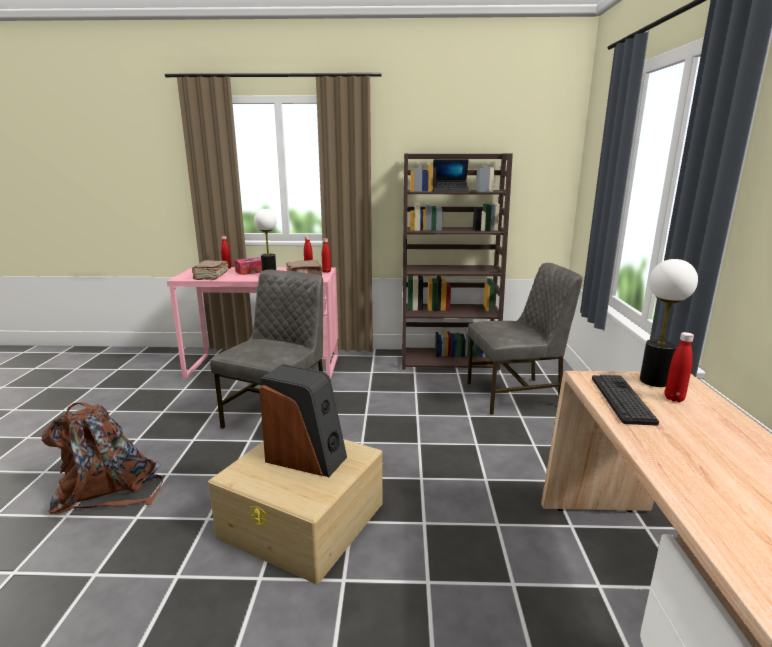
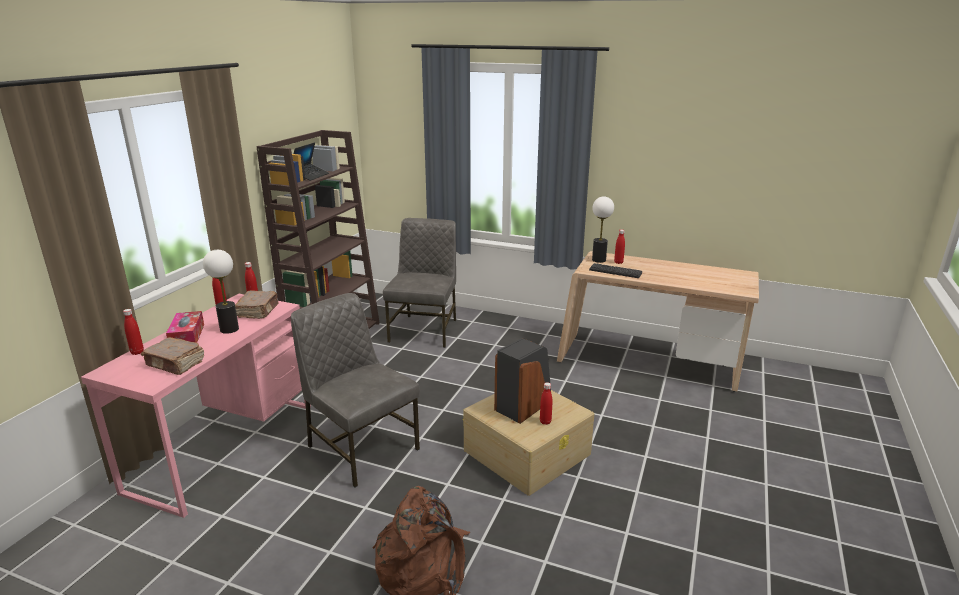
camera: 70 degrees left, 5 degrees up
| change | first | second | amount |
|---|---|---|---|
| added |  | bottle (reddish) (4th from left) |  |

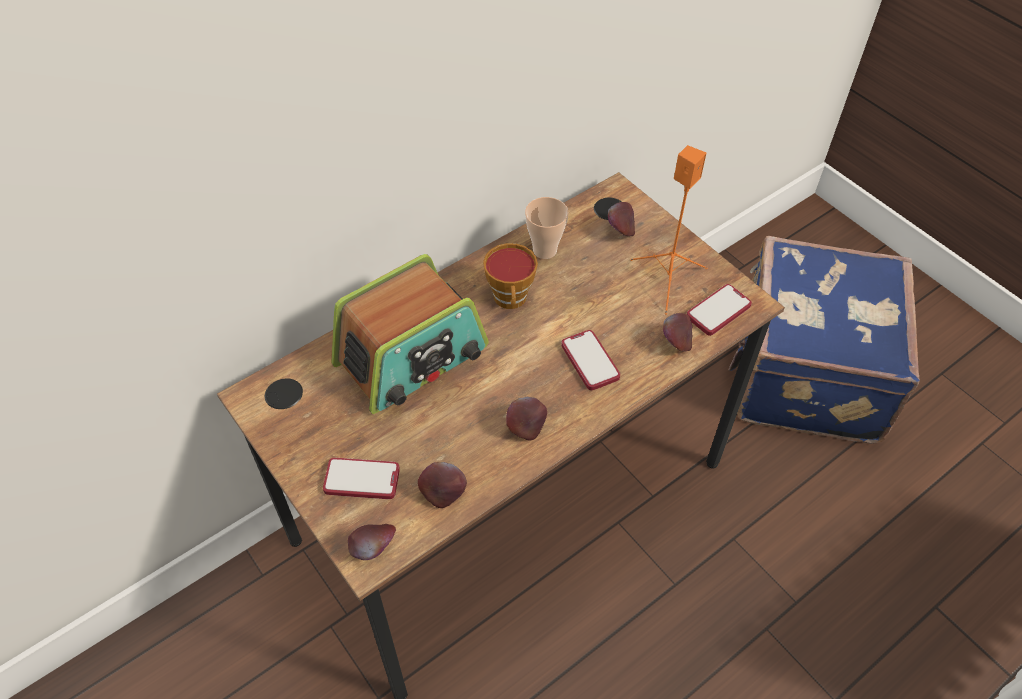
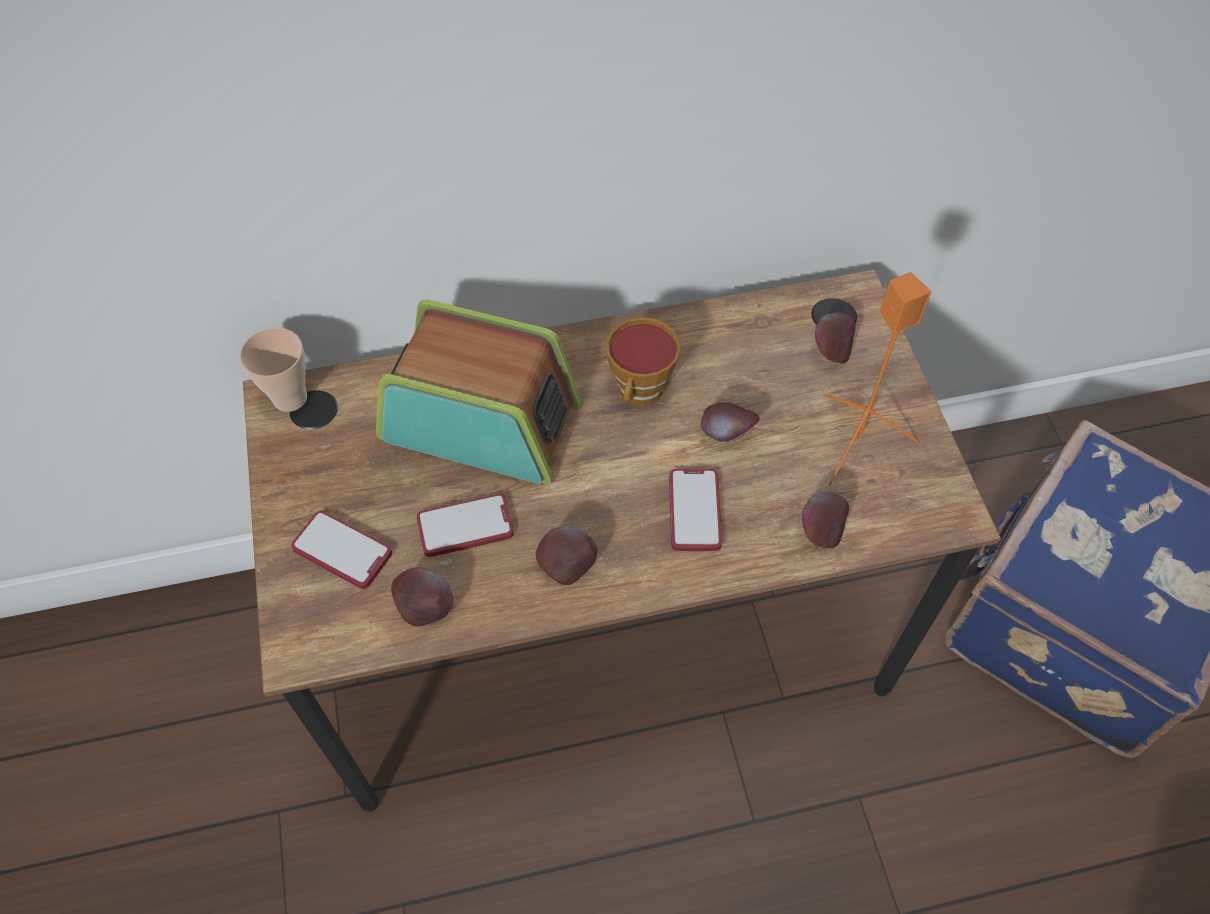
camera: 25 degrees right, 5 degrees up
| change | first | second | amount |
|---|---|---|---|
| moved | small cup (2nd from left in the first image) | small cup (1st from left) |  |
| turned | radio set |  | 150 degrees counterclockwise |
| moved | phone (3rd from left in the first image) | phone (2nd from left) |  |
| moved | apple fruit (1st from left in the first image) | apple fruit (3rd from left) |  |

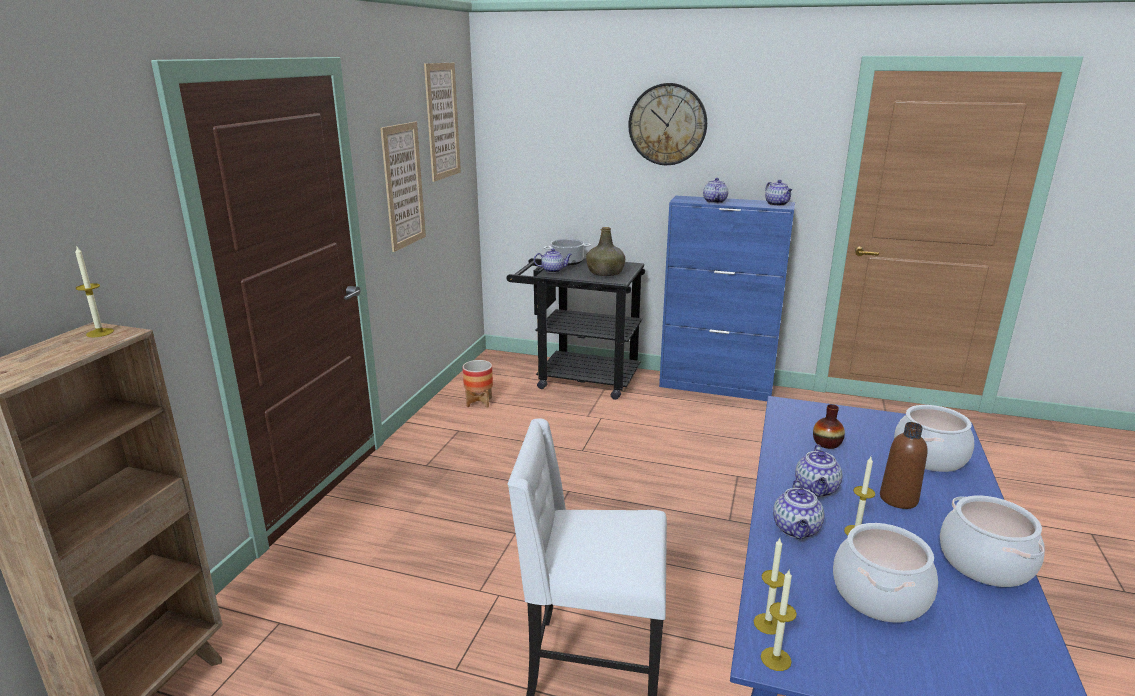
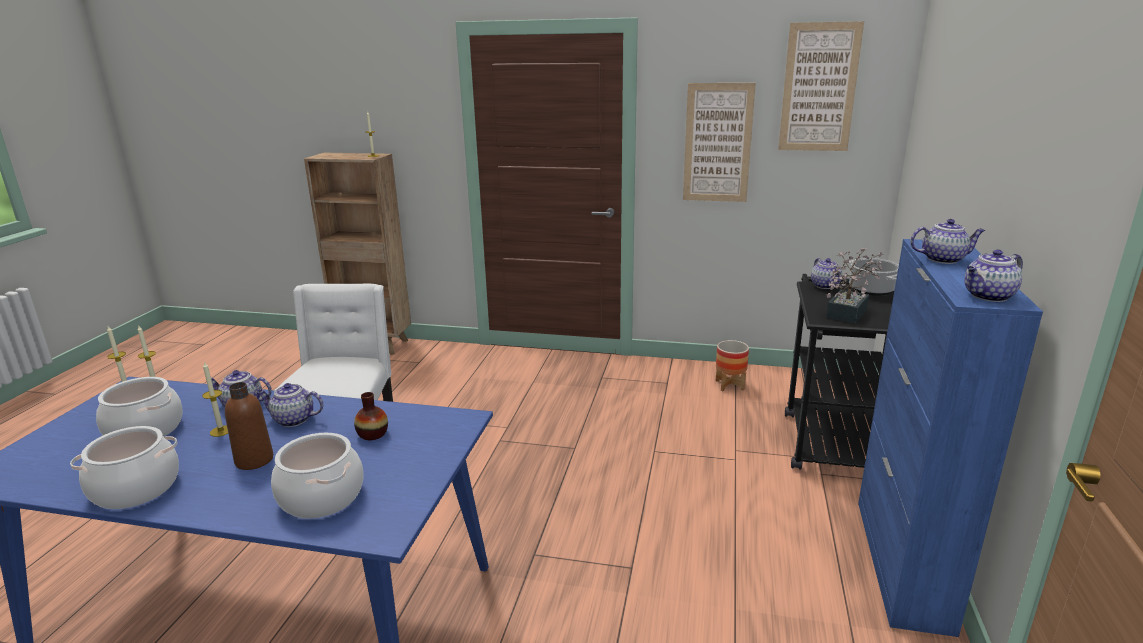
camera: 85 degrees right, 0 degrees up
| change | first | second | amount |
|---|---|---|---|
| replaced | bottle (greenish) | potted plant |  |
| removed | wall clock |  |  |

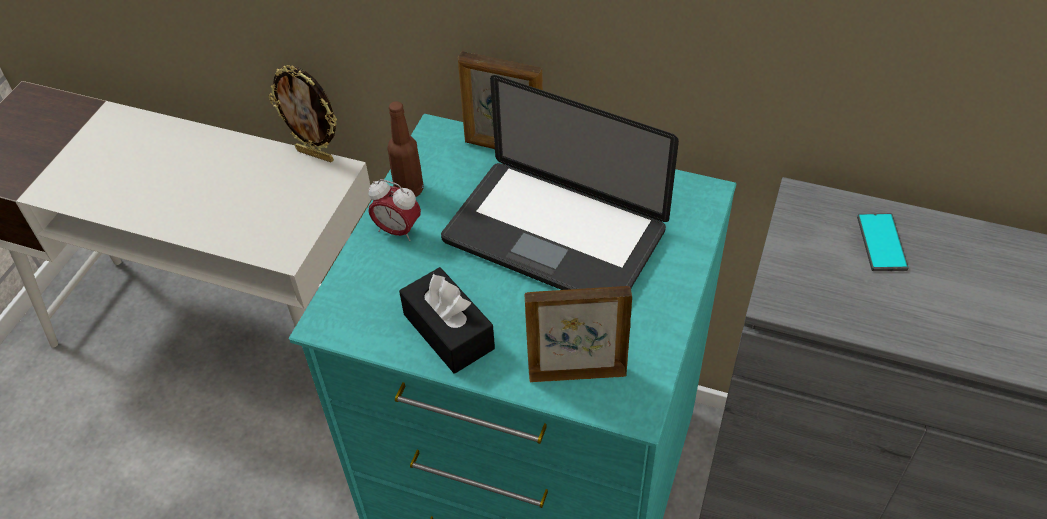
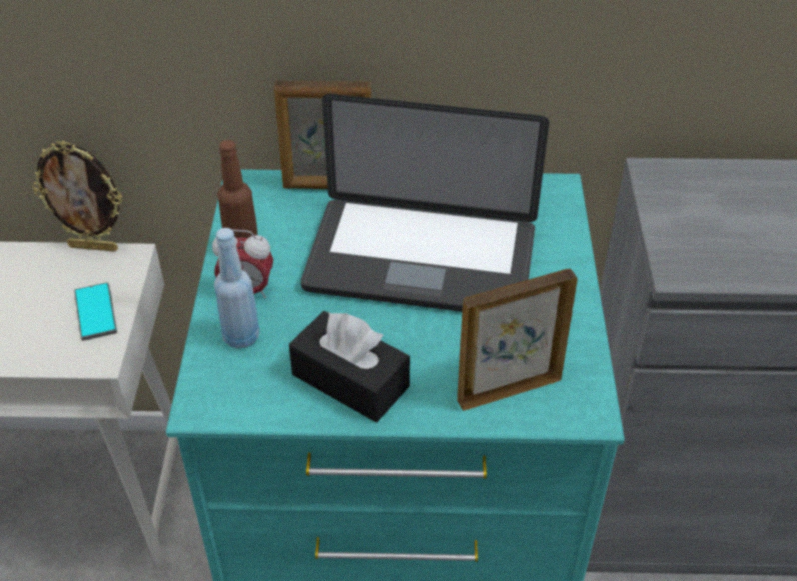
camera: 20 degrees left, 5 degrees down
| change | first | second | amount |
|---|---|---|---|
| moved | phone |  |  |
| added |  | bottle (blue) |  |

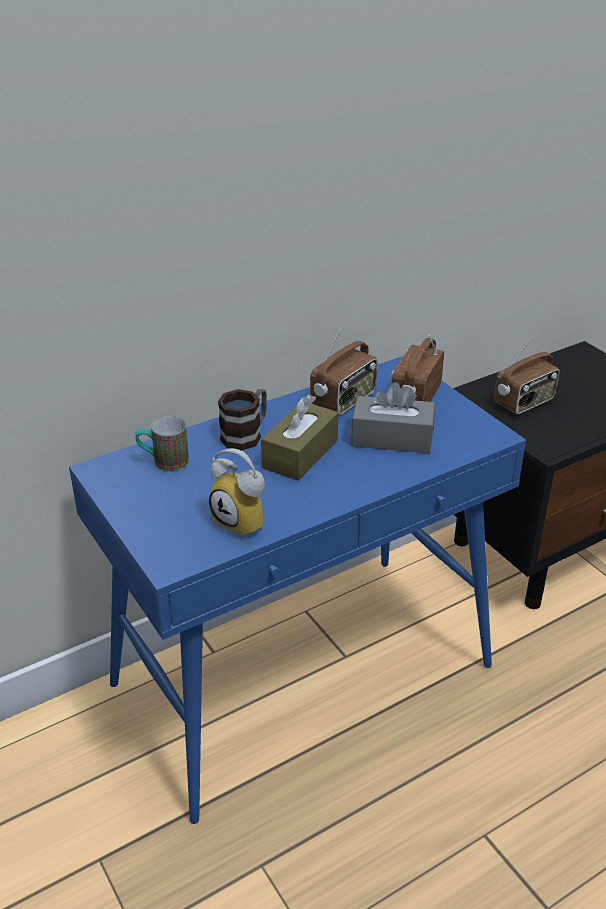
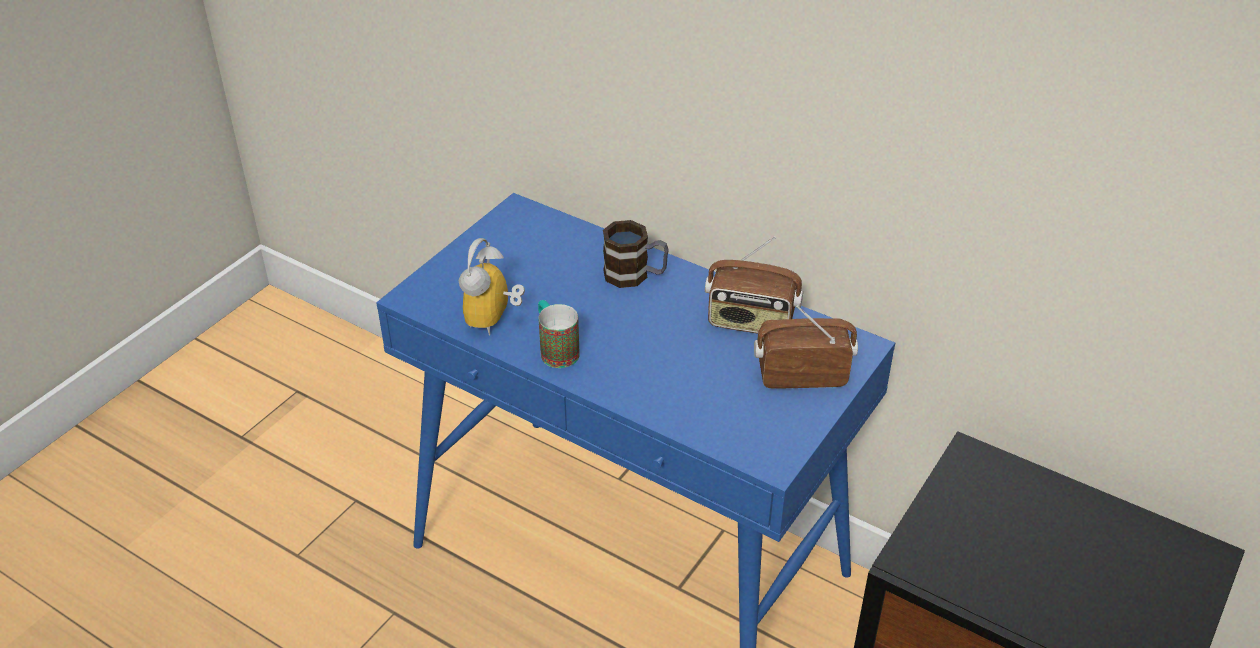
camera: 65 degrees right, 5 degrees up
| change | first | second | amount |
|---|---|---|---|
| moved | mug (1st from left) |  |  |
| removed | tissue box (brown-coloured) |  |  |
| removed | tissue box (greyish) |  |  |
| removed | radio set (3rd from left) |  |  |

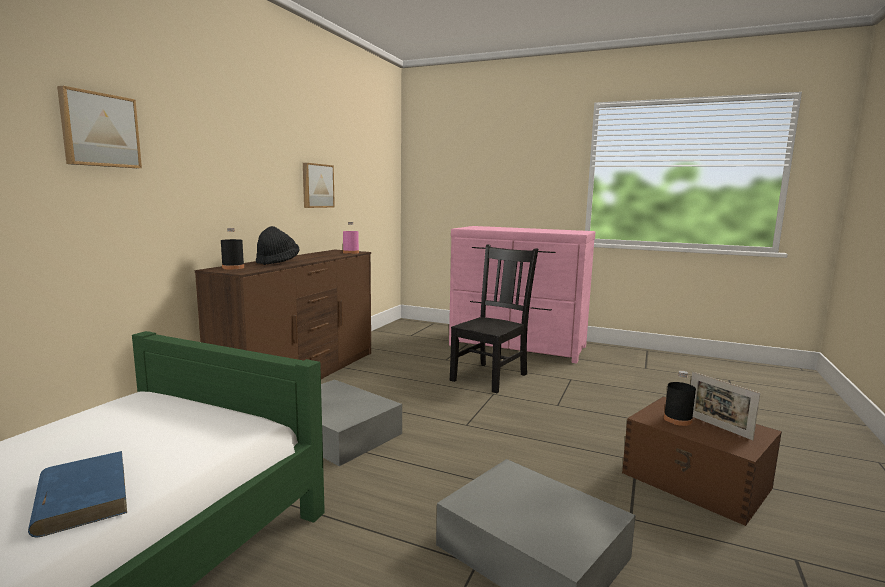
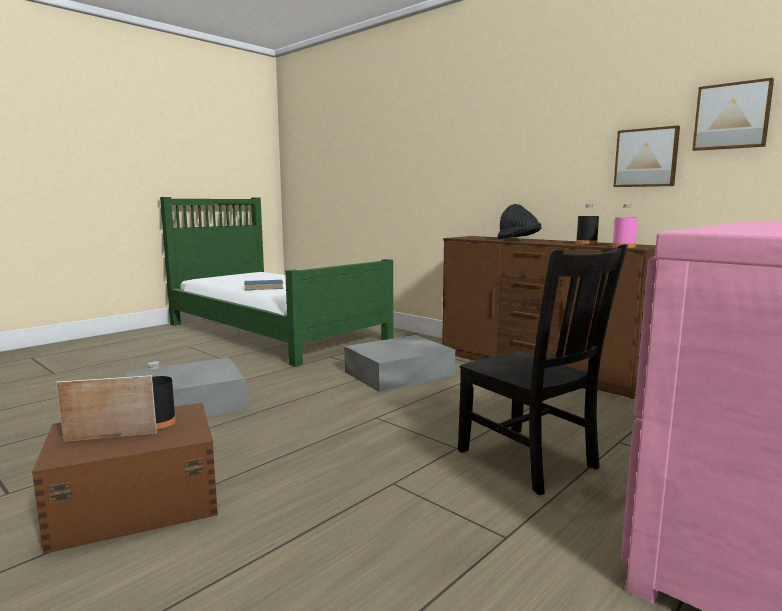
camera: 110 degrees right, 0 degrees up
| change | first | second | amount |
|---|---|---|---|
| moved | bottle (blackish) (1st from left in the first image) | bottle (blackish) (2nd from left) |  |
| moved | picture (1st from left in the first image) | picture (2nd from left) |  |

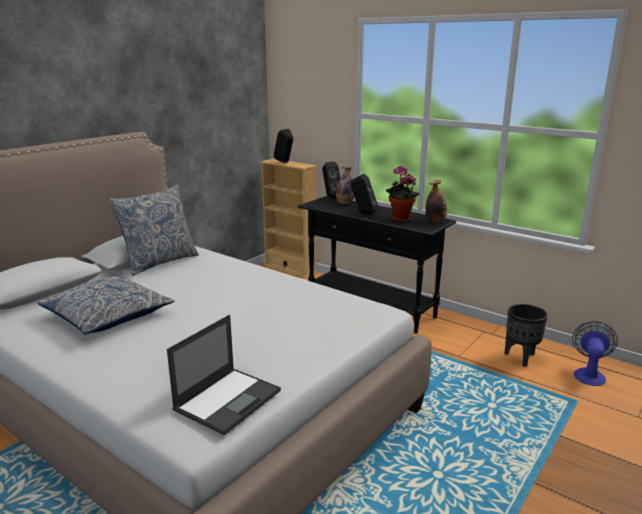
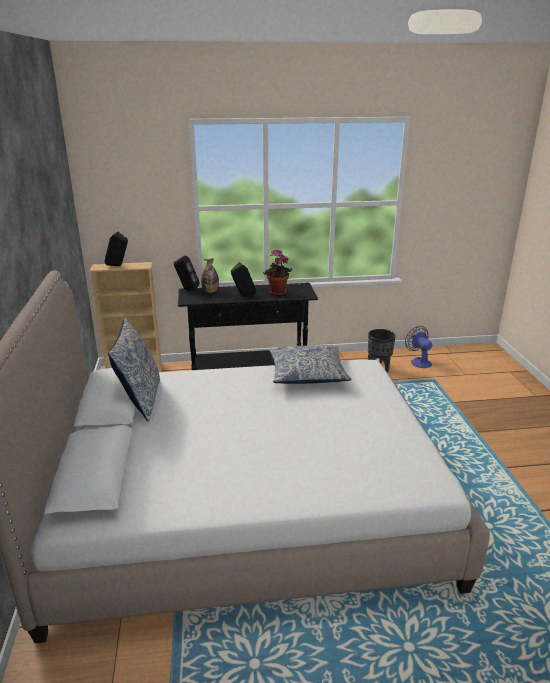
camera: 45 degrees left, 5 degrees up
| change | first | second | amount |
|---|---|---|---|
| moved | pillow (1st from left in the first image) | pillow (2nd from left) |  |
| removed | notebook computer |  |  |
| removed | bottle (2nd from left) |  |  |

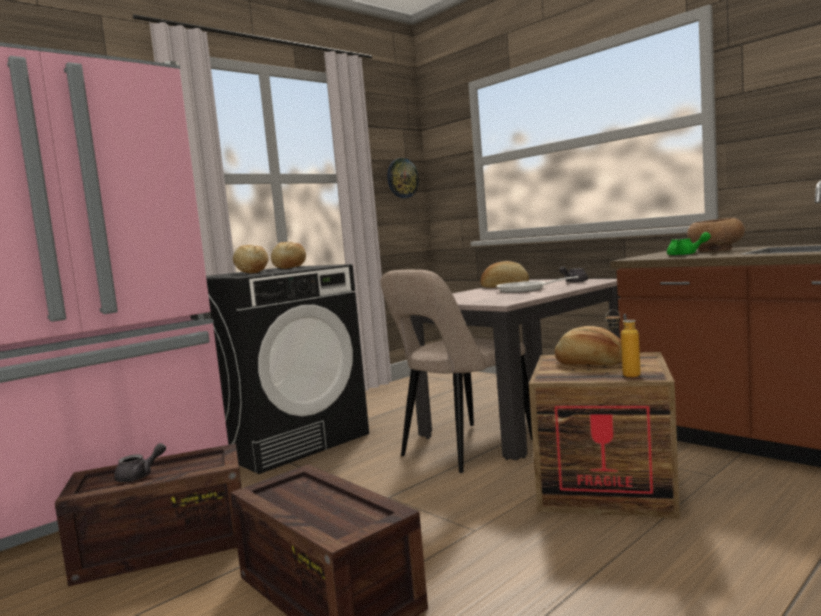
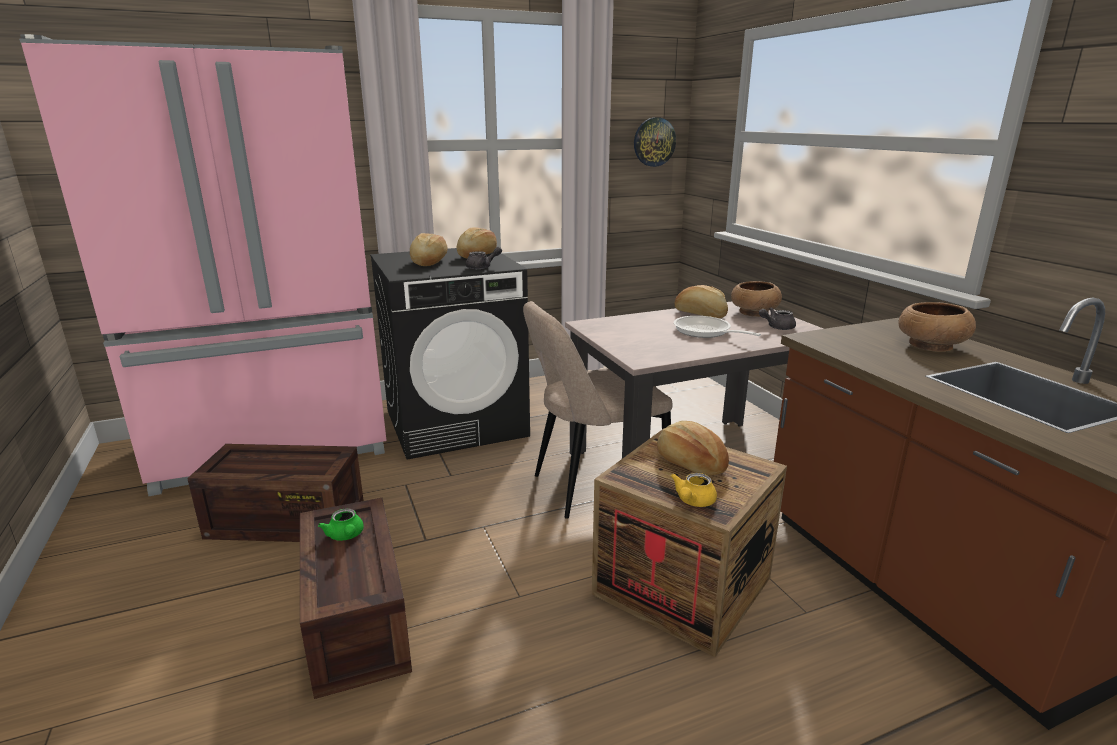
camera: 20 degrees right, 15 degrees up
| change | first | second | amount |
|---|---|---|---|
| moved | pot for tea (greenish) |  |  |
| moved | pot for tea (greyish) (1st from left) |  |  |
| replaced | bottle | pot for tea (yellow) |  |
| added |  | deep dish (brown-coloured) (1st from left) |  |

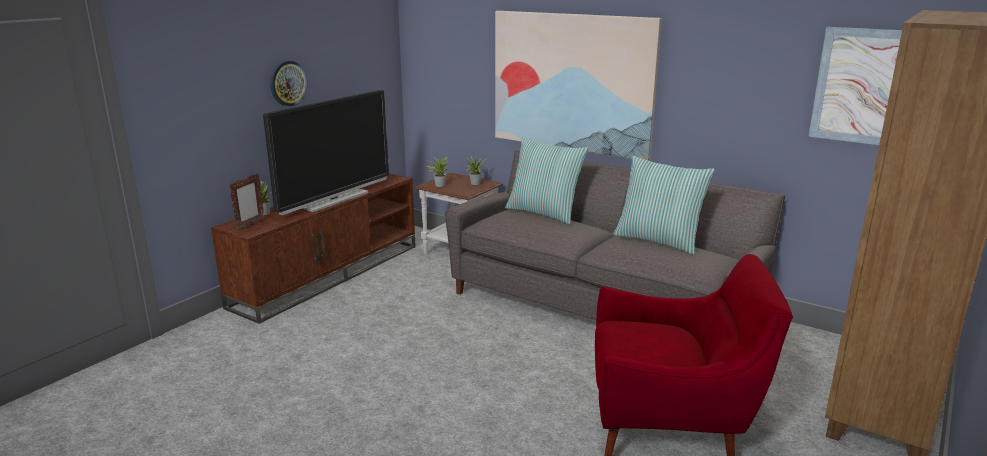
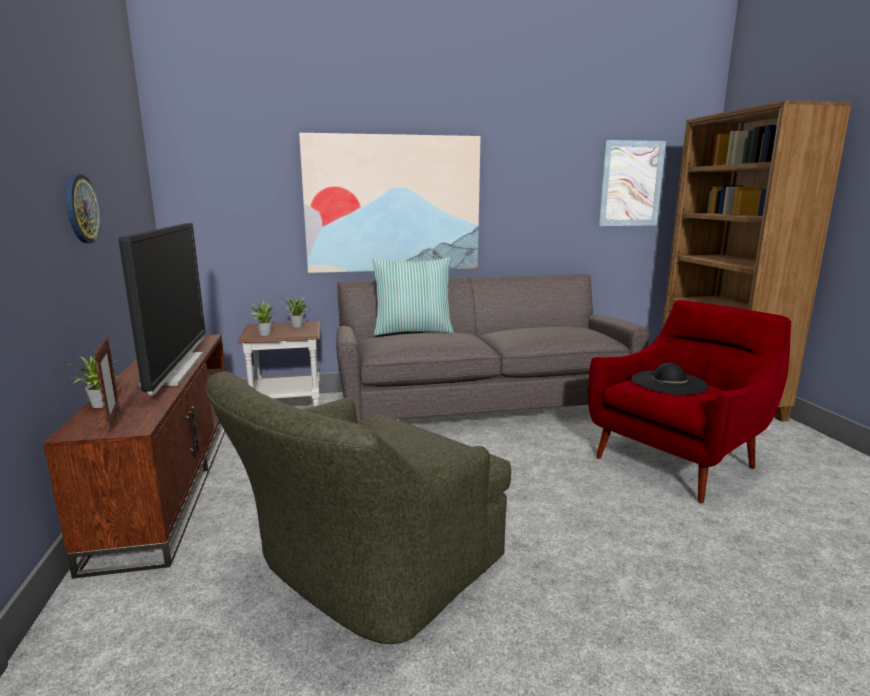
camera: 45 degrees left, 5 degrees down
| change | first | second | amount |
|---|---|---|---|
| added |  | armchair (greenish) |  |
| added |  | wearable hat (blackish) |  |
| removed | pillow (2nd from left) |  |  |

